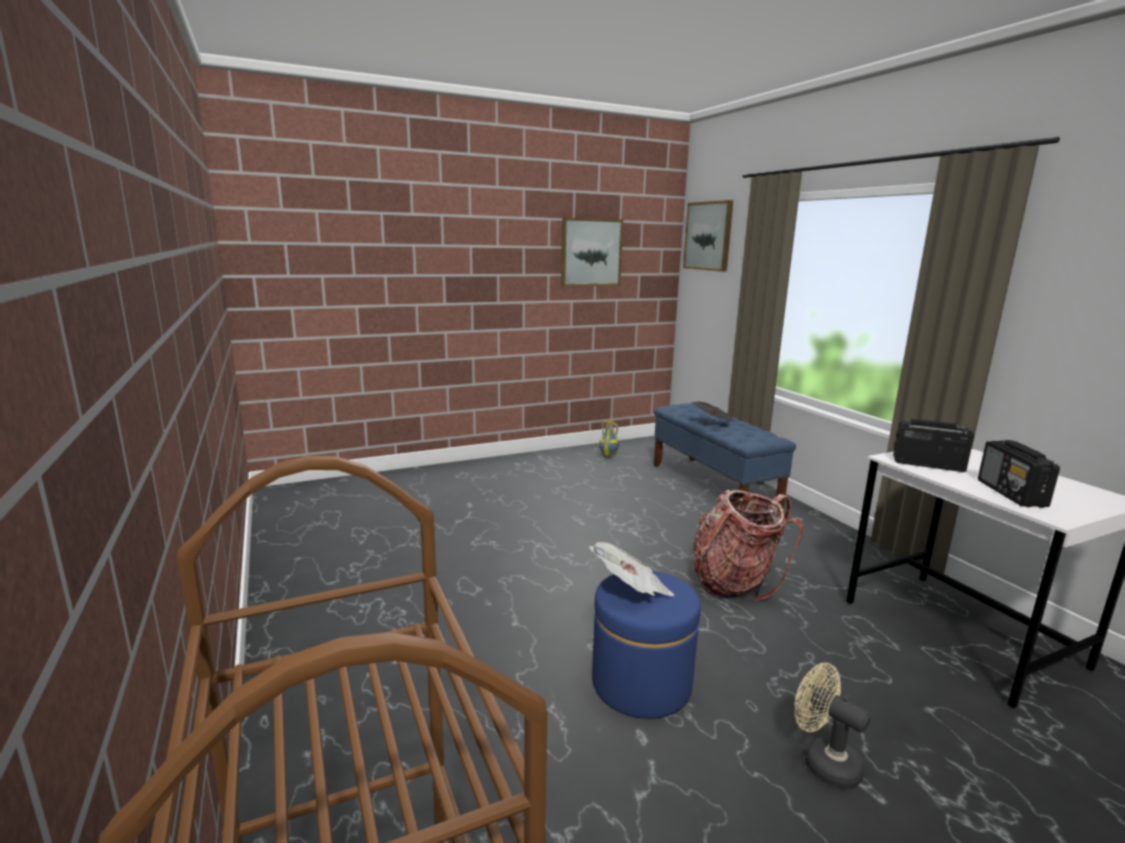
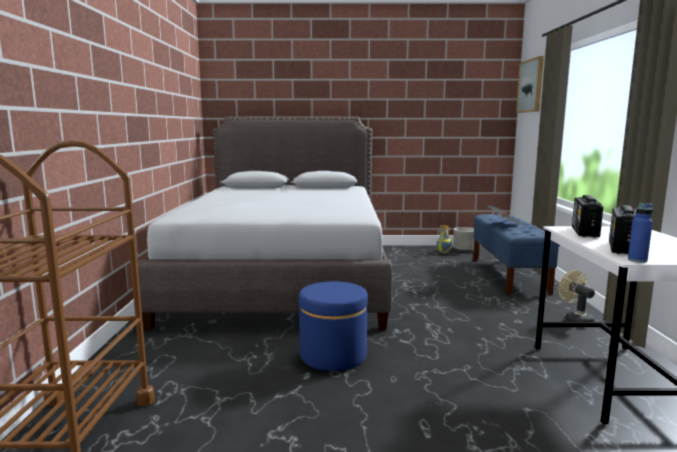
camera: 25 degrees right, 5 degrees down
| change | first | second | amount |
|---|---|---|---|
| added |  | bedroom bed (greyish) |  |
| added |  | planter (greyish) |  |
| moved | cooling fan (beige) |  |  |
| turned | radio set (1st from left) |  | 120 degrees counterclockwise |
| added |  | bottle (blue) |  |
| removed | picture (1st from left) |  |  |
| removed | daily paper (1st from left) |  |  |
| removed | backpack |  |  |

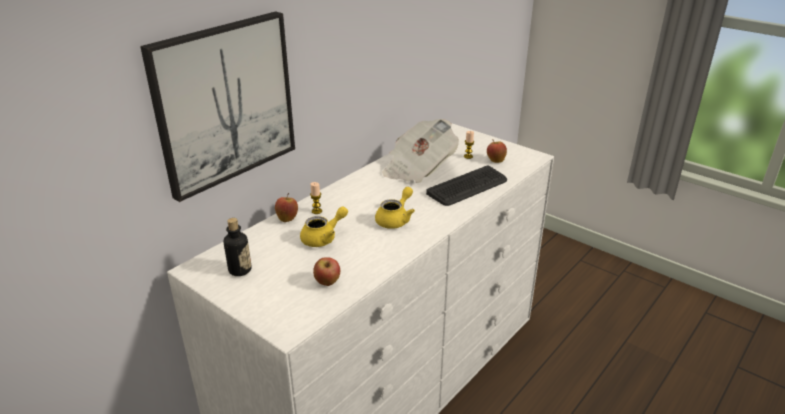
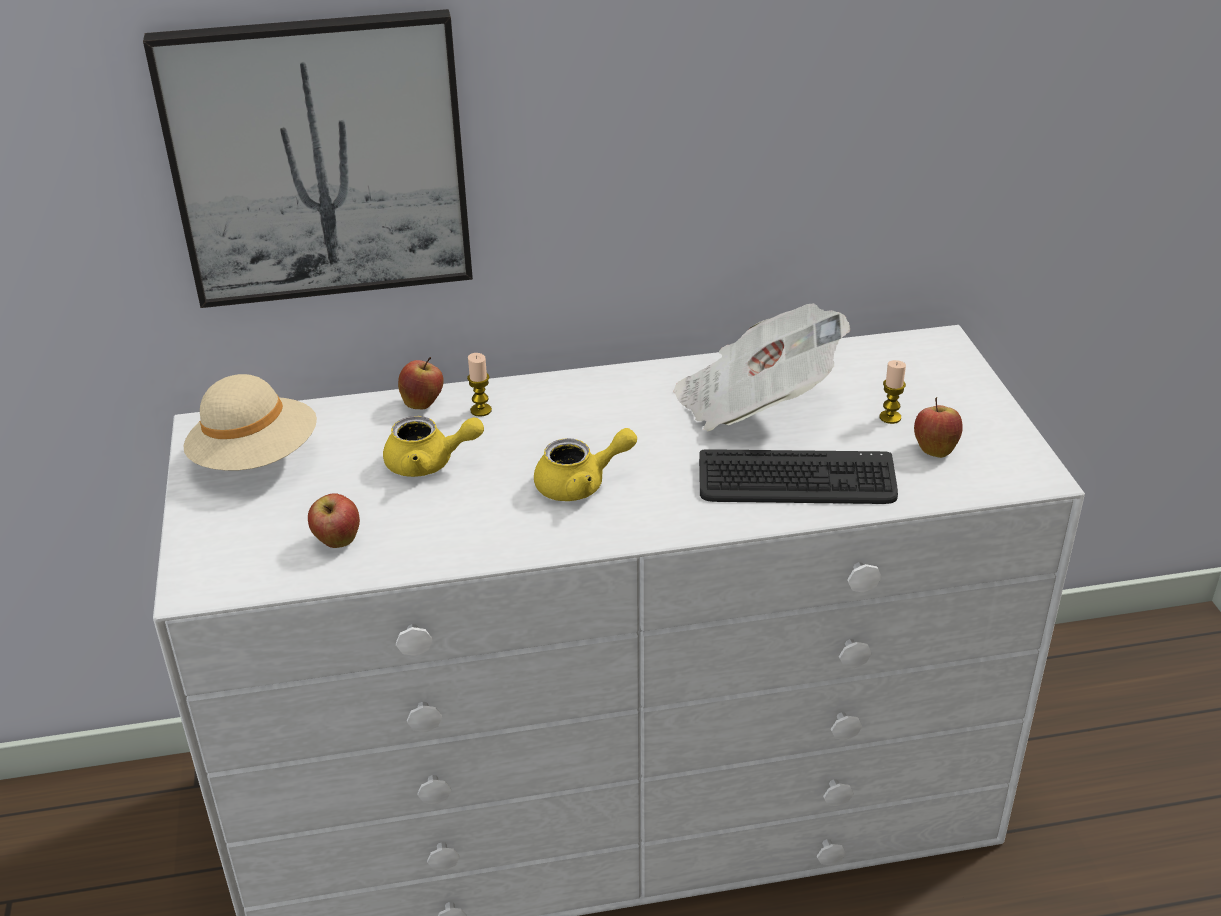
camera: 40 degrees right, 5 degrees up
| change | first | second | amount |
|---|---|---|---|
| replaced | bottle | wearable hat (beige) |  |

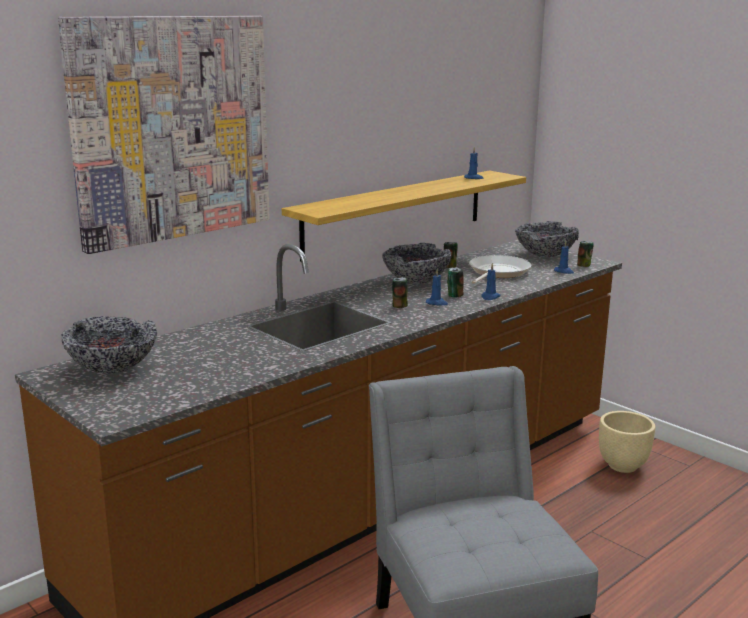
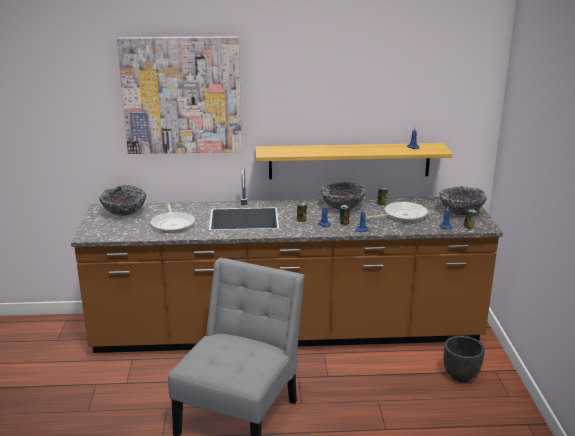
camera: 40 degrees right, 5 degrees up
| change | first | second | amount |
|---|---|---|---|
| added |  | skillet (1st from left) |  |
| recoloured | planter (beige) | planter (blackish) |  |

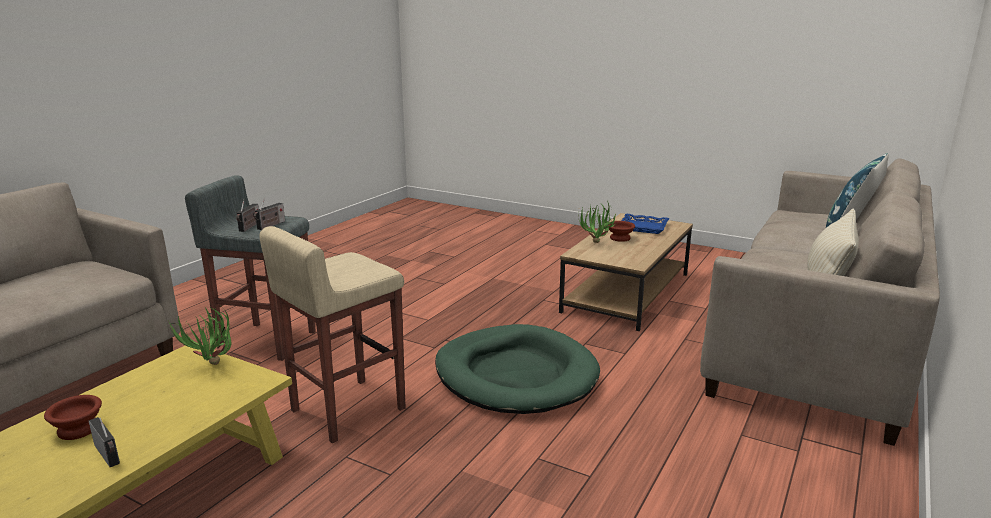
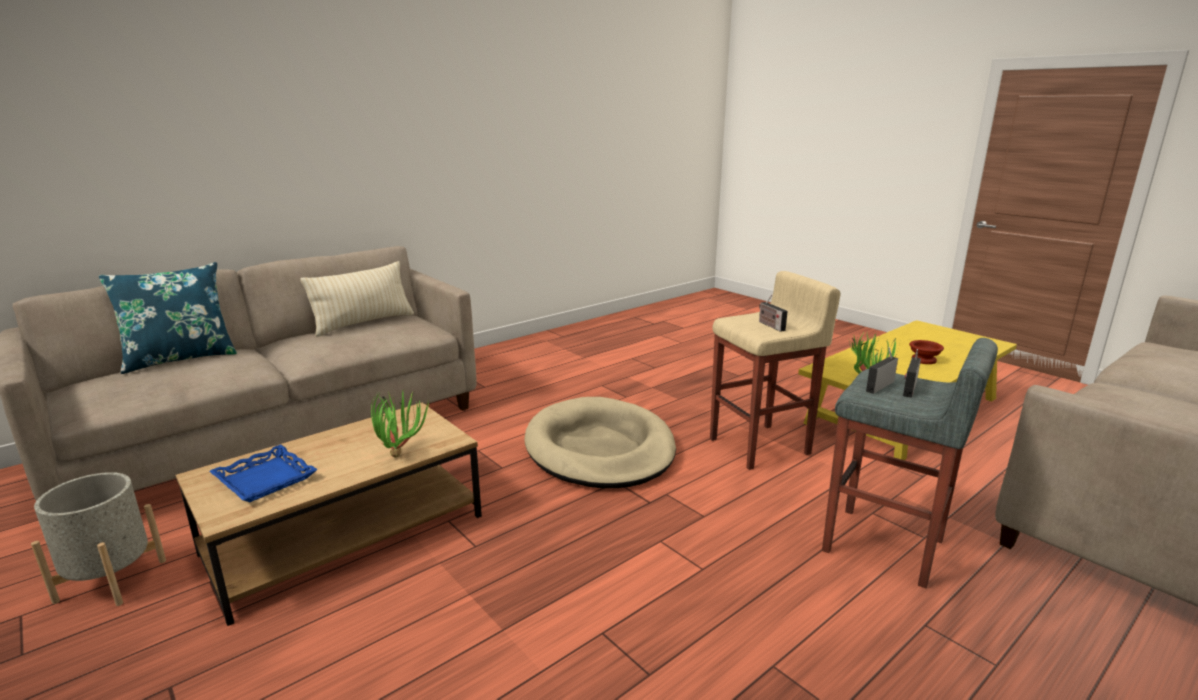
camera: 160 degrees left, 0 degrees up
| change | first | second | amount |
|---|---|---|---|
| added |  | planter (greyish) |  |
| recoloured | dog cushion (greenish) | dog cushion (beige) |  |
| moved | radio set (1st from left) |  |  |
| removed | deep dish (brown-coloured) (2nd from left) |  |  |

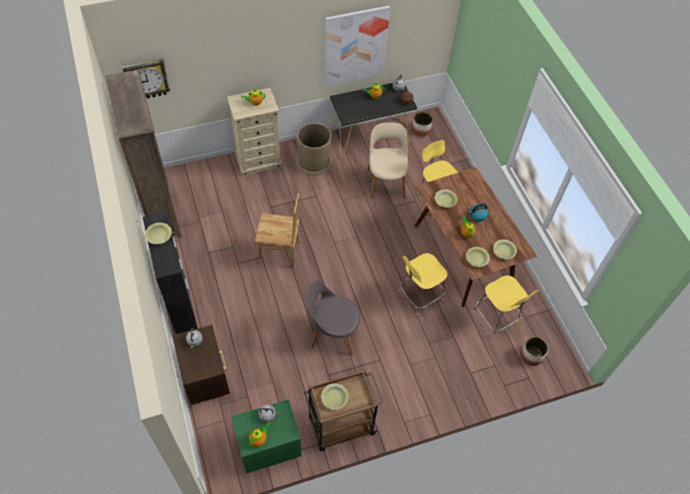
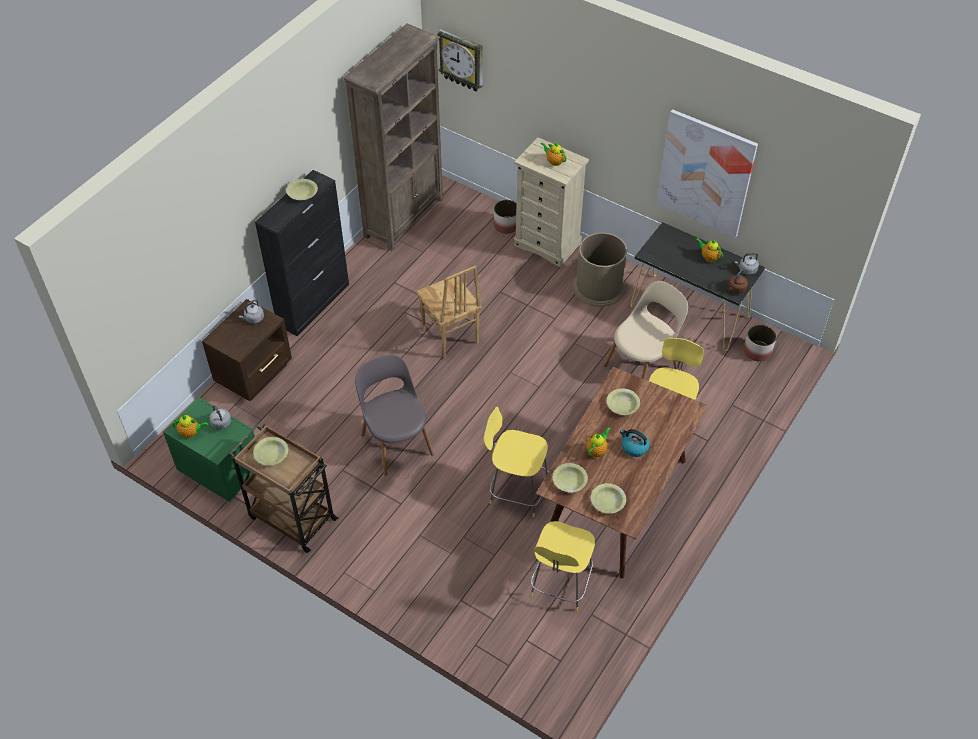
camera: 55 degrees right, 5 degrees down
| change | first | second | amount |
|---|---|---|---|
| moved | planter (2nd from left in the first image) | planter (1st from left) |  |

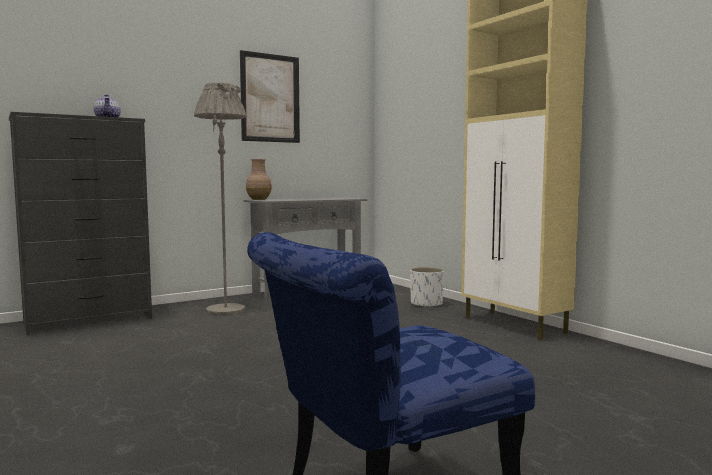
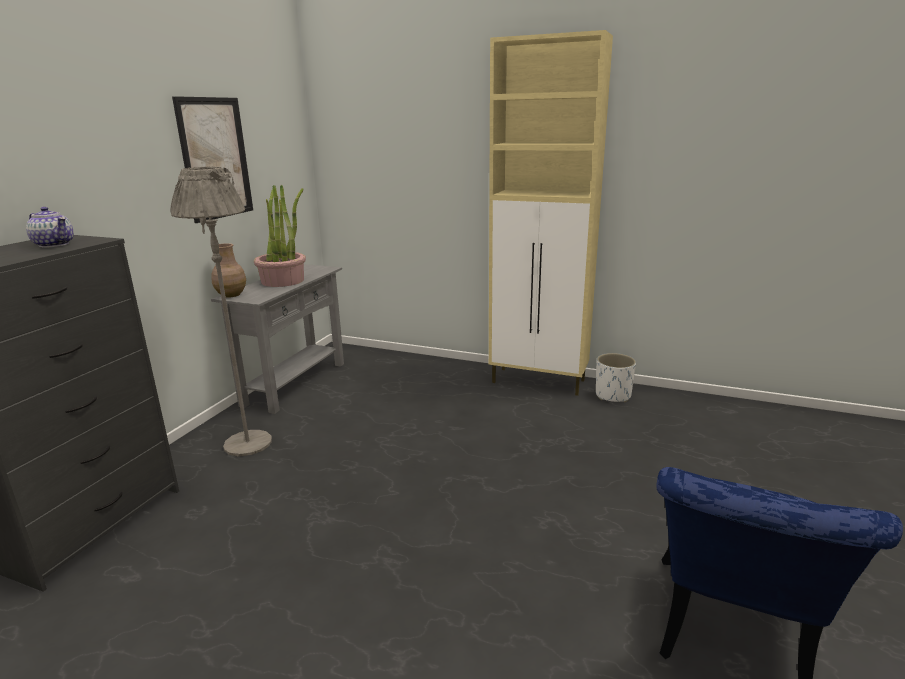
camera: 35 degrees left, 15 degrees up
| change | first | second | amount |
|---|---|---|---|
| added |  | potted plant |  |
| moved | planter (whitish) |  |  |

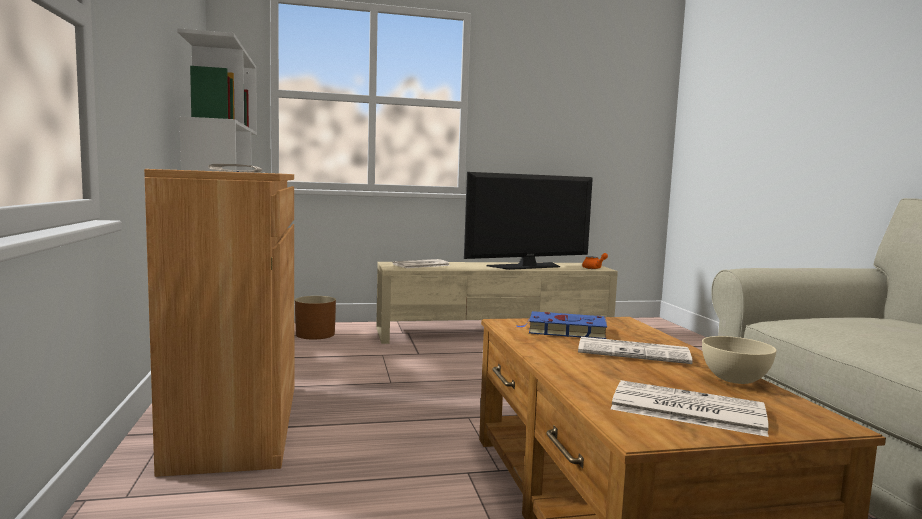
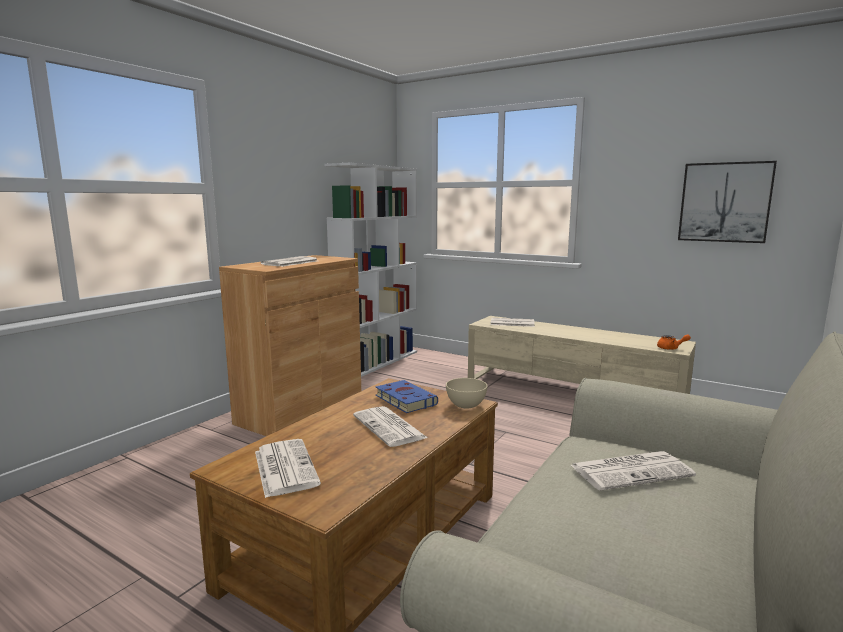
camera: 45 degrees right, 5 degrees up
| change | first | second | amount |
|---|---|---|---|
| moved | deep dish (beige) |  |  |
| added |  | daily paper (5th from left) |  |
| added |  | picture |  |
| removed | planter (brown-coloured) |  |  |
| removed | TV set |  |  |

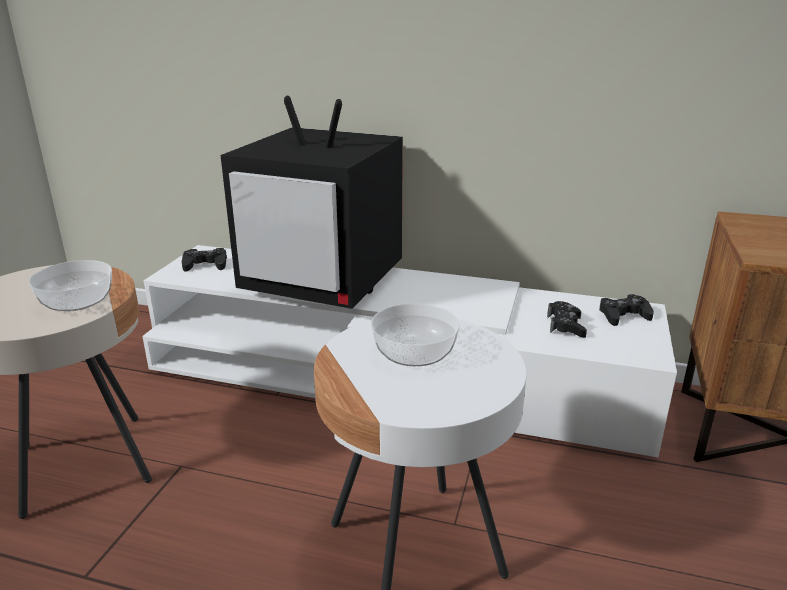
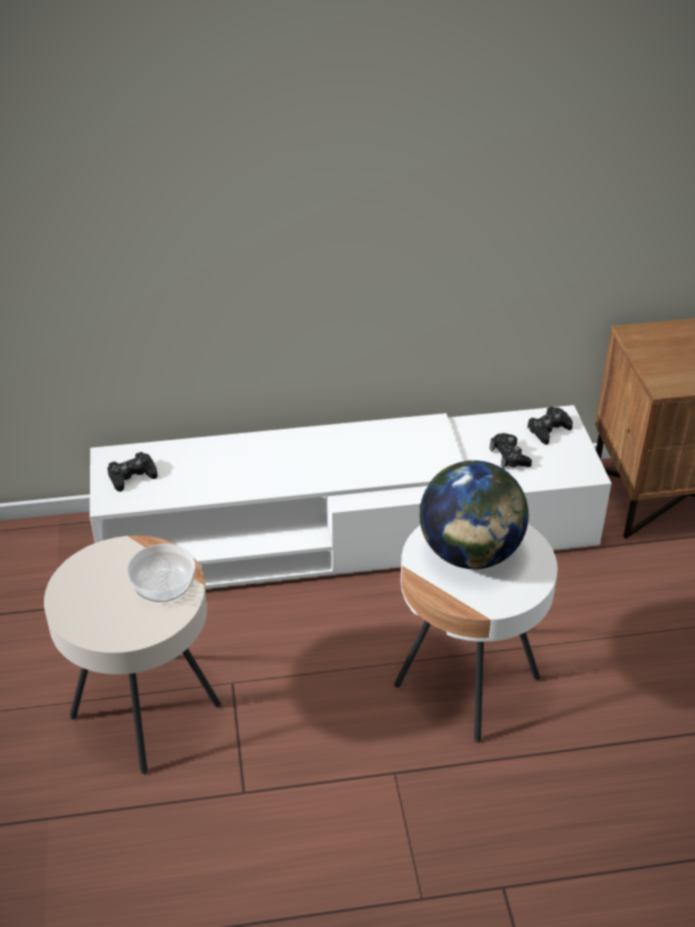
camera: 25 degrees left, 15 degrees up
| change | first | second | amount |
|---|---|---|---|
| replaced | deep dish (2nd from left) | desk globe |  |
| removed | TV set |  |  |

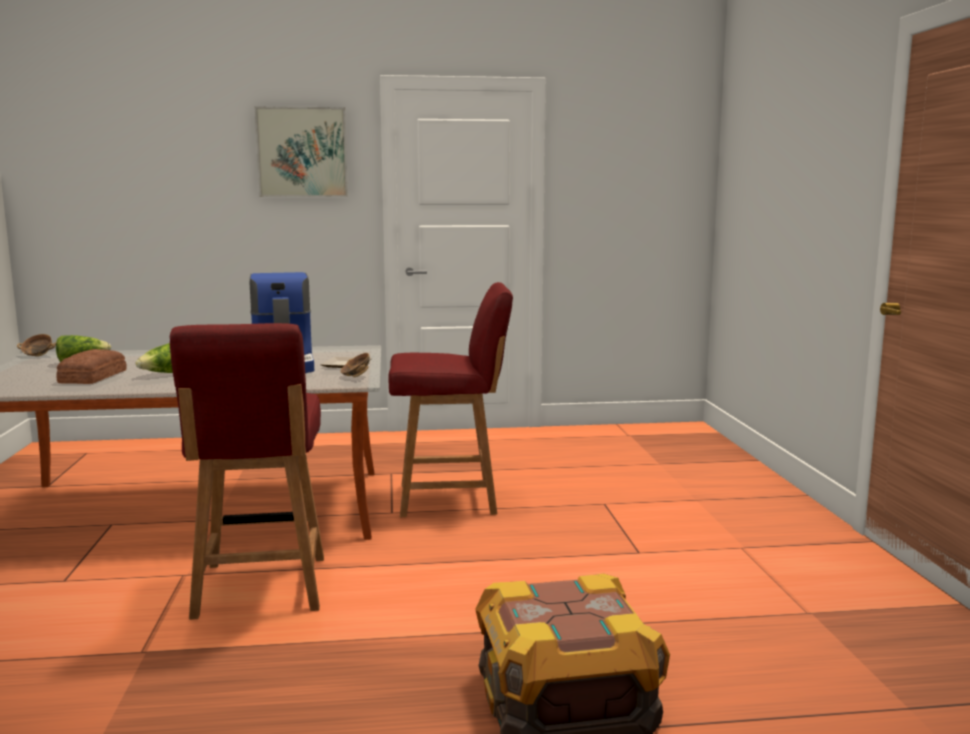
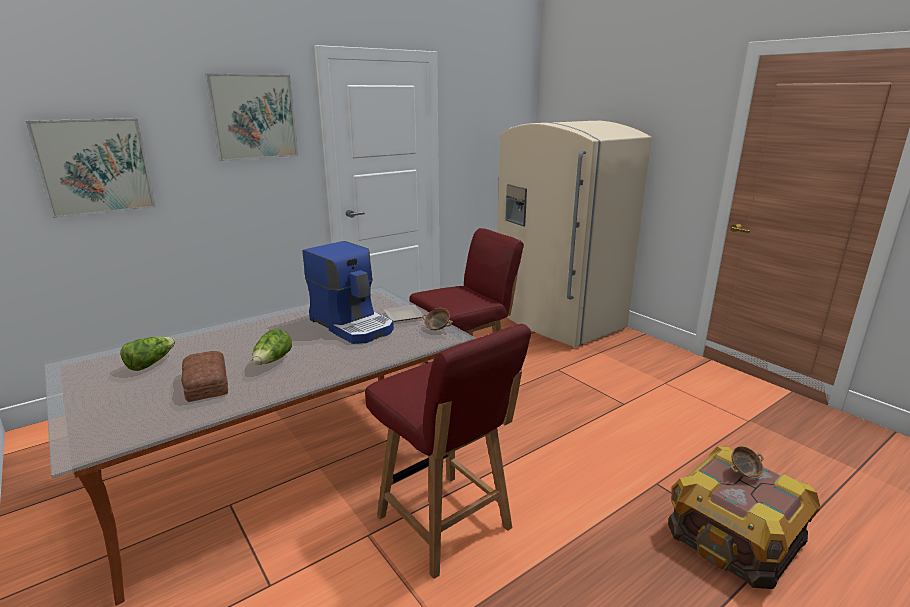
camera: 30 degrees left, 10 degrees up
| change | first | second | amount |
|---|---|---|---|
| added |  | picture (1st from left) |  |
| added |  | fridge (beige) |  |
| moved | deep dish (1st from left in the first image) | deep dish (2nd from left) |  |

